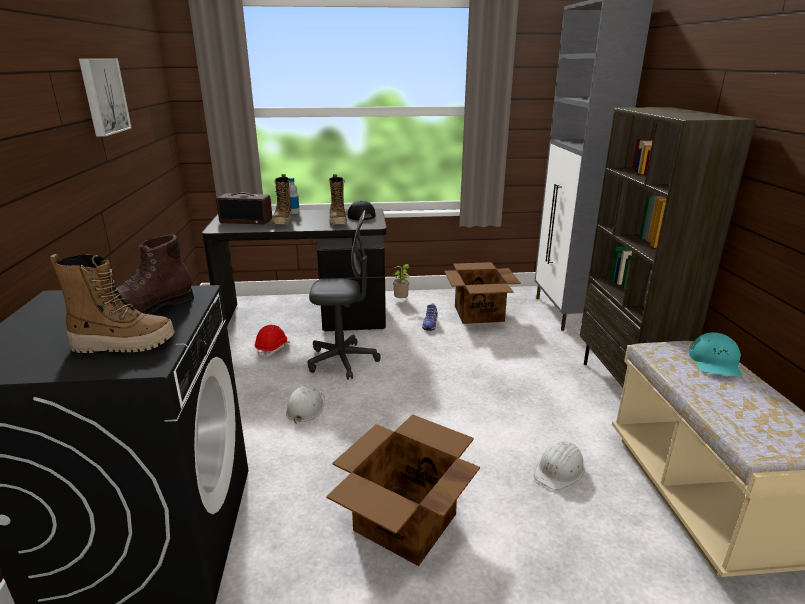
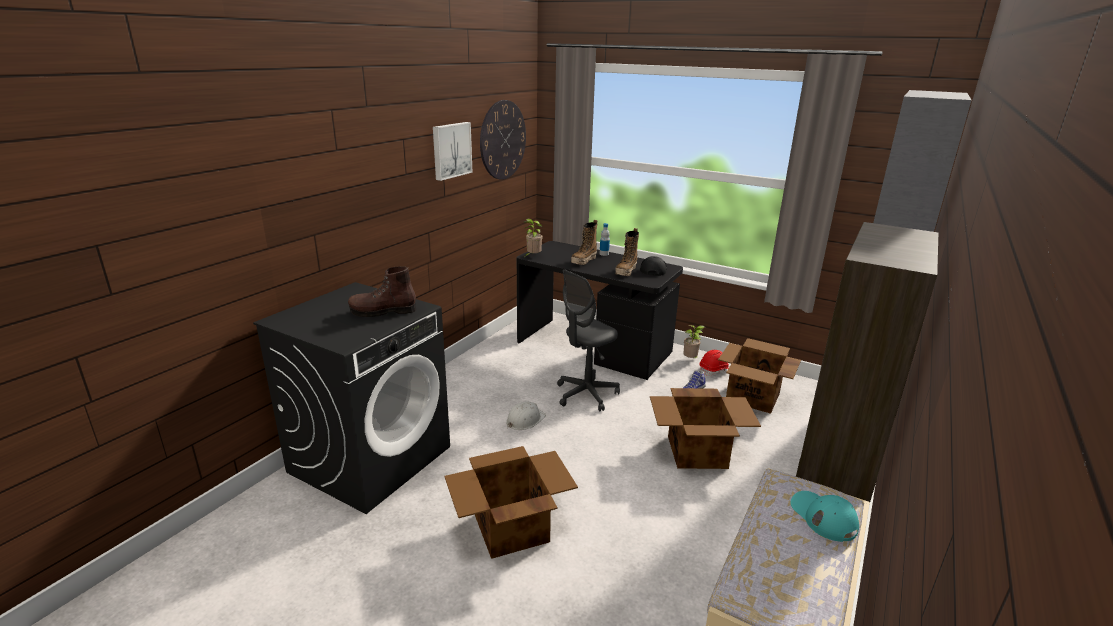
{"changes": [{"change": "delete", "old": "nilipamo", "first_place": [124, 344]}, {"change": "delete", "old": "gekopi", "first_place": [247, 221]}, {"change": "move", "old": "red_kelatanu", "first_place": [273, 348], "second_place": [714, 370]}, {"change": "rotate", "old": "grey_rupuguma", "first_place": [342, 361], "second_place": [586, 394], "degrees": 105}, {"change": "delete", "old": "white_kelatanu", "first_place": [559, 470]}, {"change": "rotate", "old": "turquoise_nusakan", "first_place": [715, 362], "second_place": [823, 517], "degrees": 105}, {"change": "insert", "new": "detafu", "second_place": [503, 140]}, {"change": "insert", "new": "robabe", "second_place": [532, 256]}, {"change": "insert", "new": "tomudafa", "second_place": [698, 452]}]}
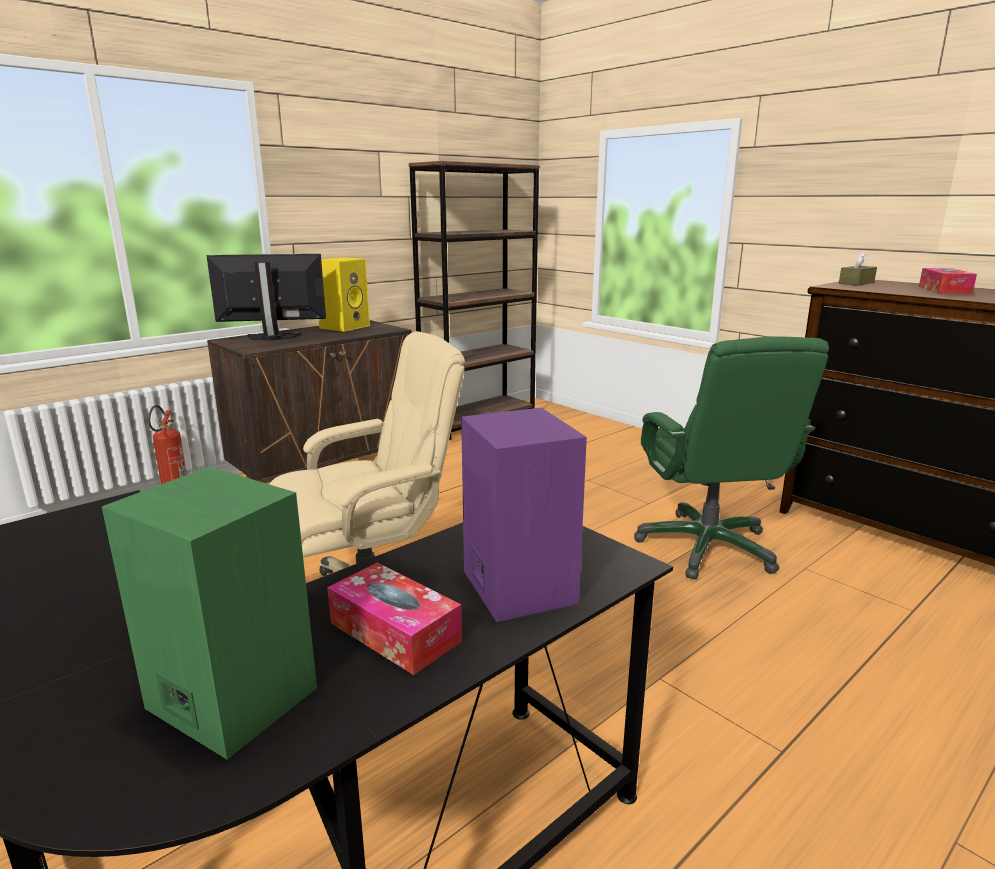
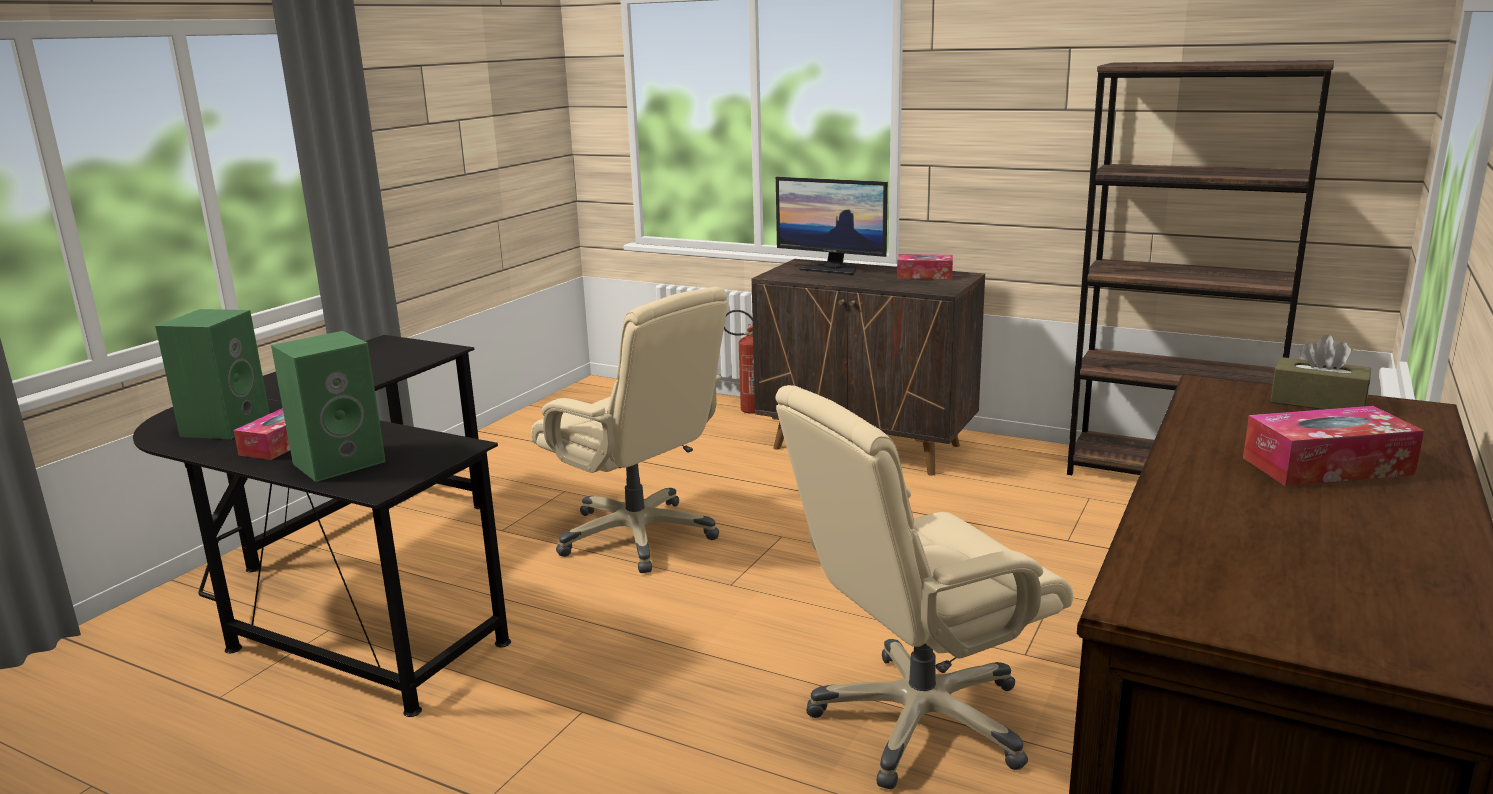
{"changes": [{"change": "rotate", "old": "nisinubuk", "first_place": [272, 337], "second_place": [832, 269], "degrees": 150}, {"change": "replace", "old": "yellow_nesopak", "new": "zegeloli", "first_place": [344, 326], "second_place": [924, 275]}, {"change": "recolor", "old": "purple_nesopak", "new": "green_nesopak", "first_place": [515, 585], "second_place": [340, 461]}, {"change": "recolor", "old": "green_rupuguma", "new": "beige_rupuguma", "first_place": [707, 547], "second_place": [919, 721]}]}
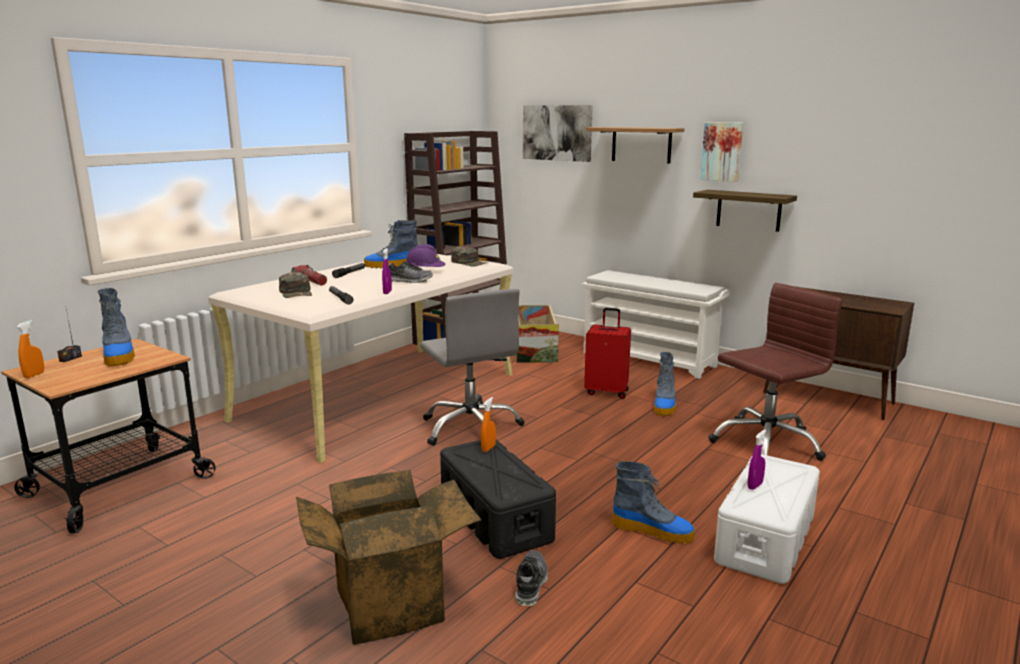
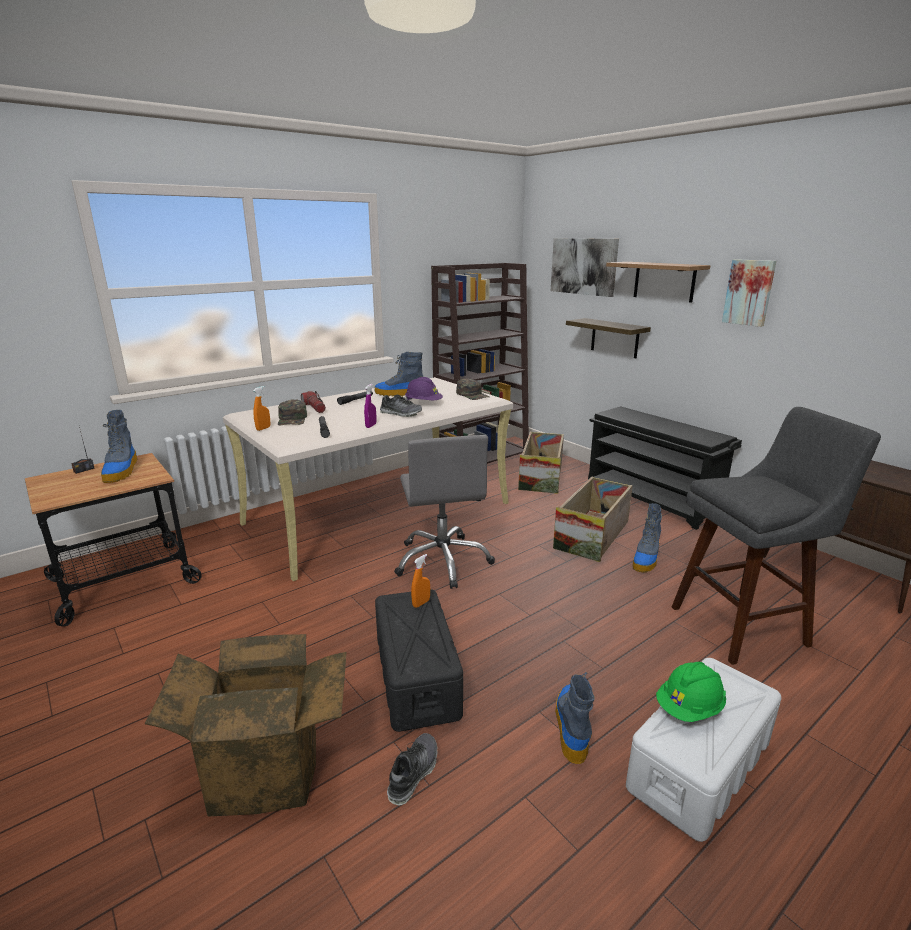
{"changes": [{"change": "move", "old": "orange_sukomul", "first_place": [34, 375], "second_place": [263, 428]}, {"change": "recolor", "old": "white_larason", "new": "black_larason", "first_place": [650, 359], "second_place": [652, 500]}, {"change": "replace", "old": "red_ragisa", "new": "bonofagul", "first_place": [607, 392], "second_place": [592, 534]}, {"change": "rotate", "old": "nilipamo", "first_place": [653, 530], "second_place": [572, 725], "degrees": -120}, {"change": "move", "old": "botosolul", "first_place": [748, 210], "second_place": [614, 338]}, {"change": "replace", "old": "brown_rupuguma", "new": "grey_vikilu", "first_place": [766, 443], "second_place": [744, 624]}, {"change": "replace", "old": "purple_sukomul", "new": "green_kelatanu", "first_place": [755, 486], "second_place": [689, 708]}]}
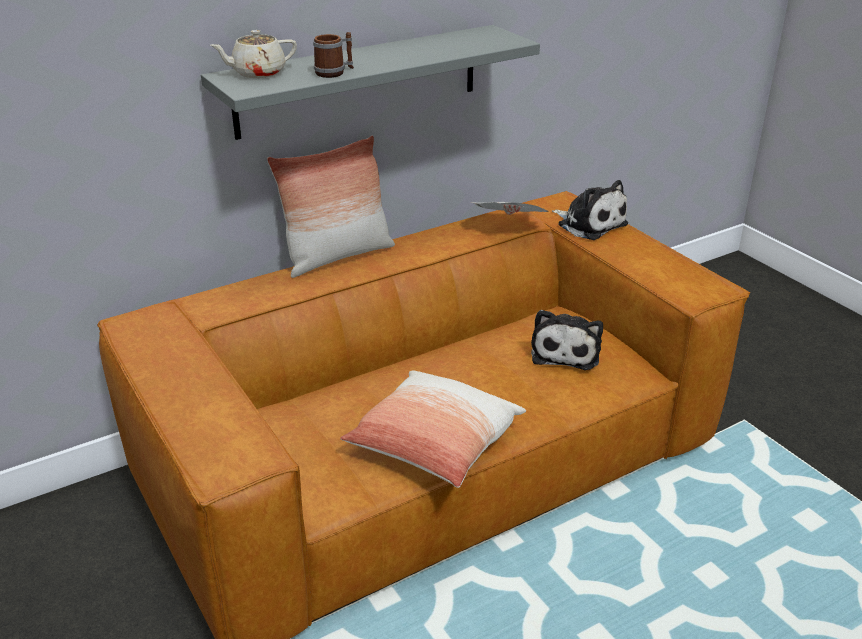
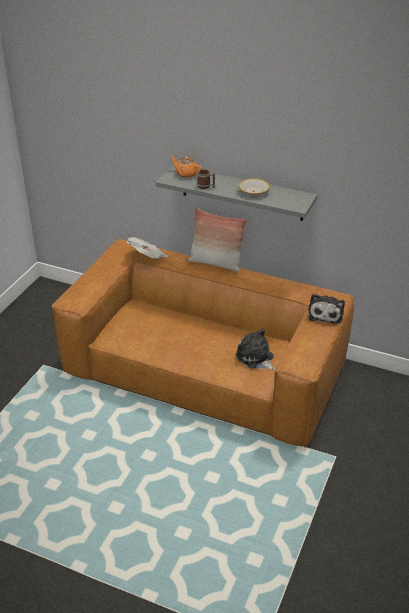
{"changes": [{"change": "recolor", "old": "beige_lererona", "new": "orange_lererona", "first_place": [258, 73], "second_place": [186, 173]}, {"change": "delete", "old": "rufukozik", "first_place": [434, 445]}, {"change": "move", "old": "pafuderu", "first_place": [509, 226], "second_place": [148, 257]}, {"change": "rotate", "old": "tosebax", "first_place": [565, 352], "second_place": [256, 358], "degrees": 75}, {"change": "insert", "new": "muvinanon", "second_place": [253, 191]}]}
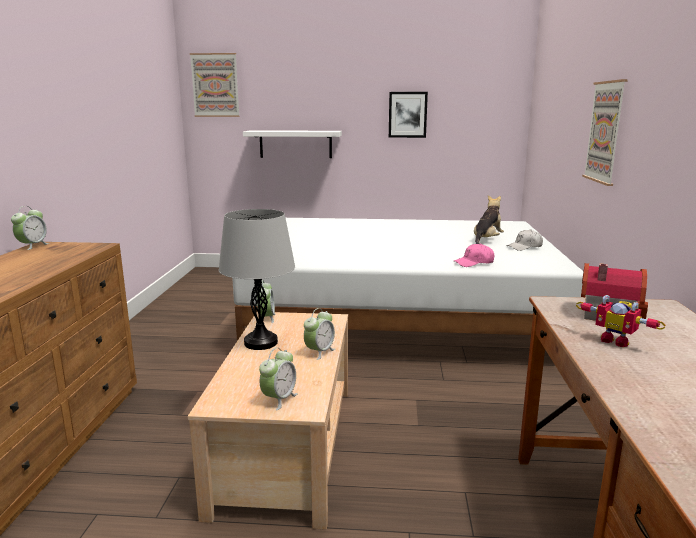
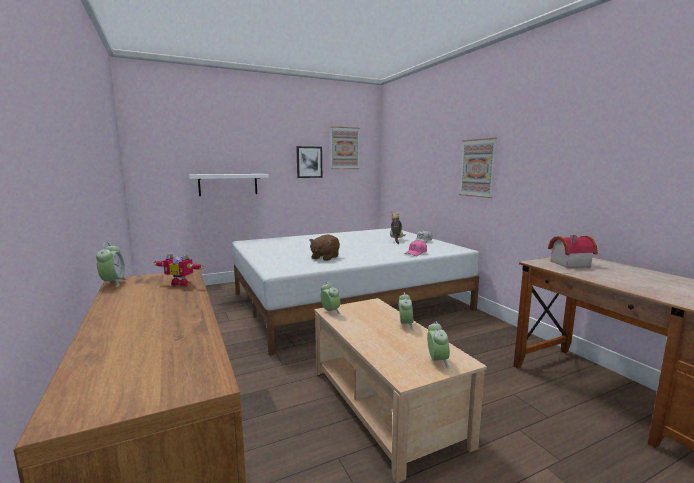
{"changes": [{"change": "move", "old": "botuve", "first_place": [215, 85], "second_place": [344, 148]}, {"change": "delete", "old": "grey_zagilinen", "first_place": [260, 343]}, {"change": "move", "old": "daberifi", "first_place": [616, 341], "second_place": [182, 283]}, {"change": "insert", "new": "brown_tosebax", "second_place": [324, 257]}]}
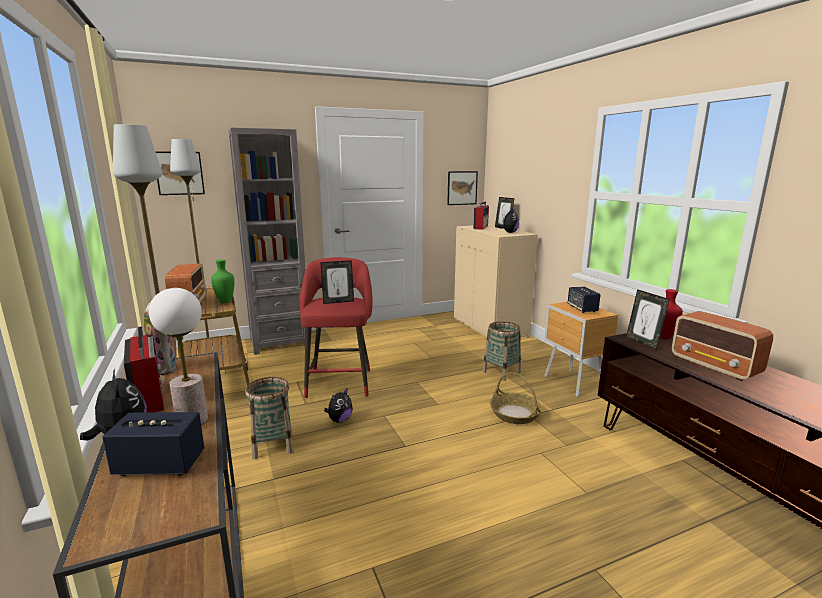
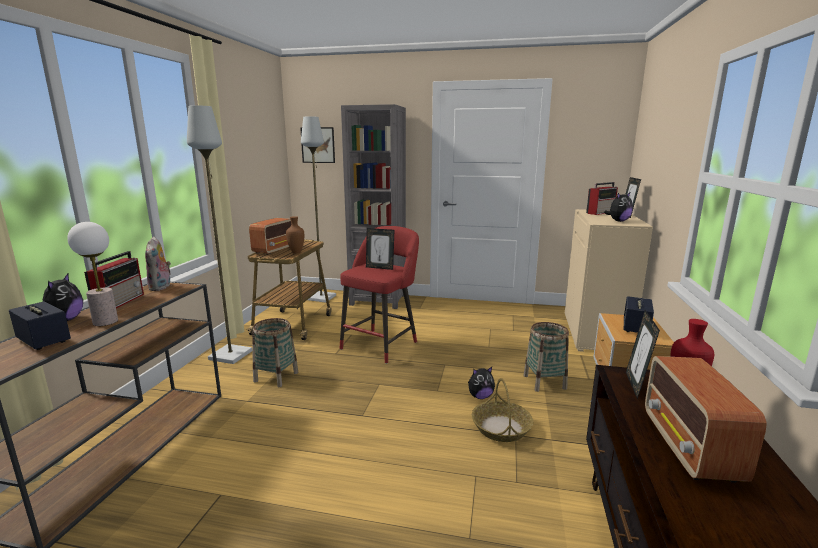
{"changes": [{"change": "recolor", "old": "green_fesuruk", "new": "brown_fesuruk", "first_place": [225, 302], "second_place": [296, 252]}, {"change": "move", "old": "tosebax", "first_place": [339, 420], "second_place": [480, 396]}, {"change": "delete", "old": "botuve", "first_place": [462, 188]}]}
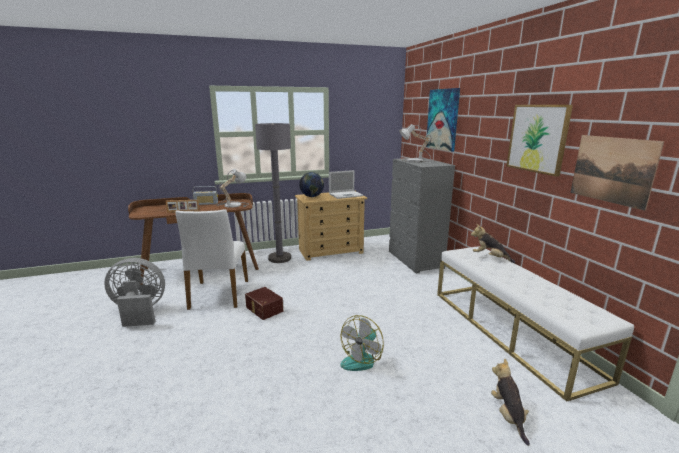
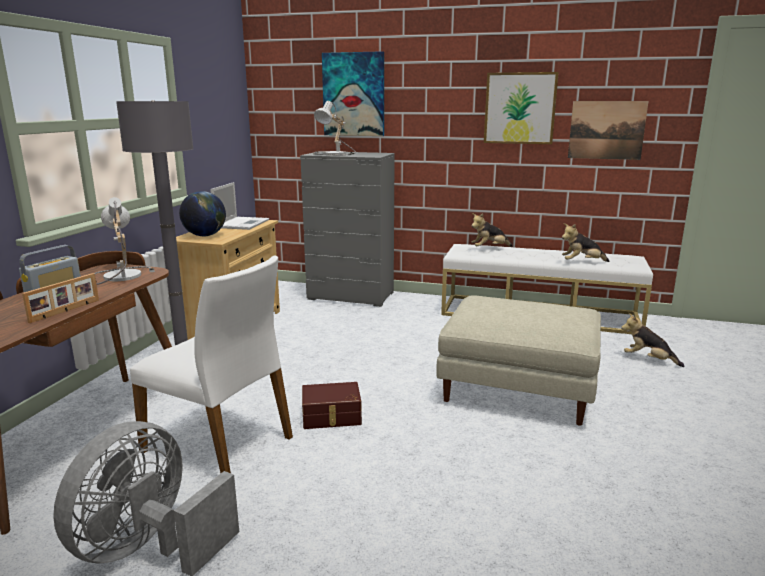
{"changes": [{"change": "replace", "old": "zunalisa", "new": "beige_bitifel", "first_place": [362, 359], "second_place": [519, 389]}, {"change": "insert", "new": "tosebax", "second_place": [582, 262]}]}
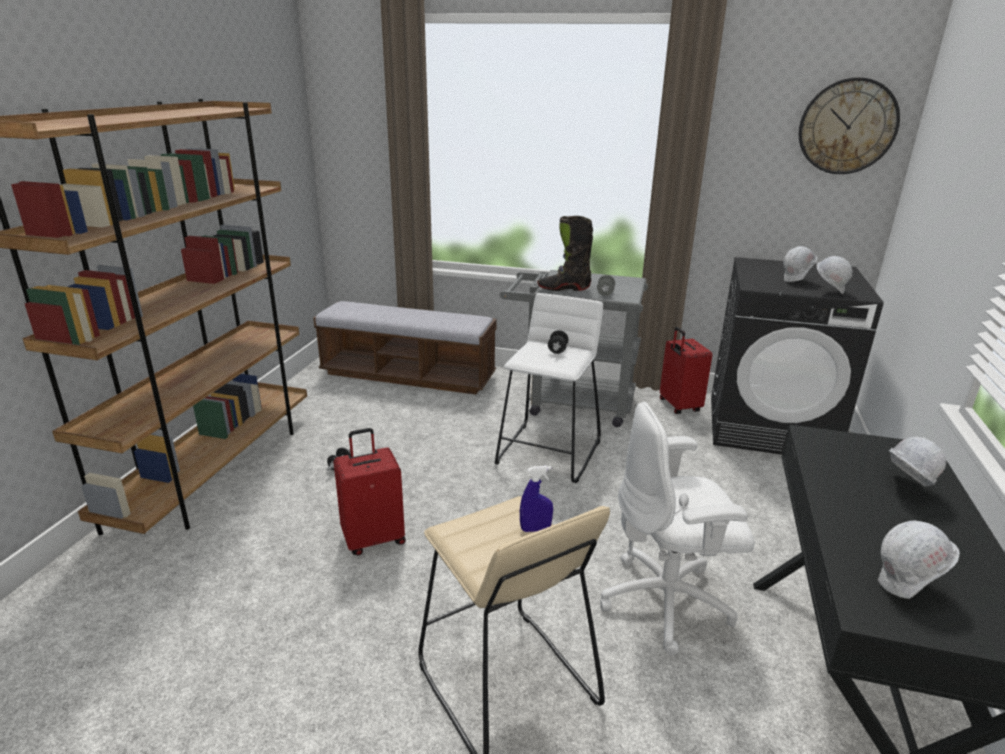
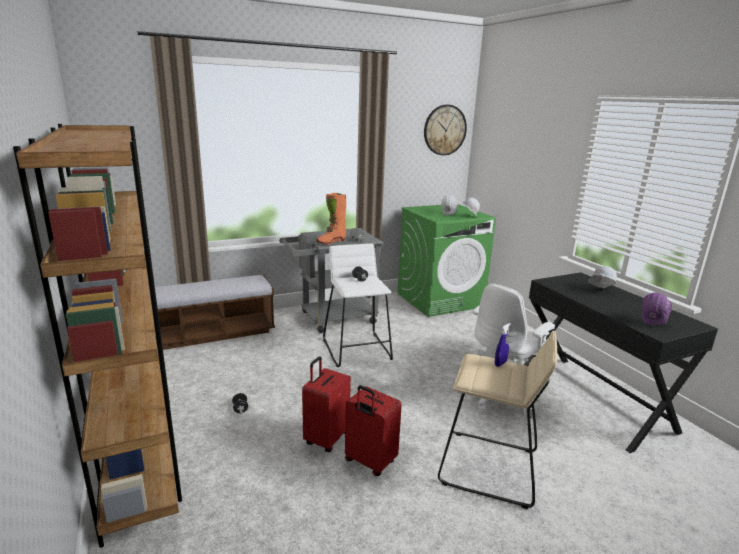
{"changes": [{"change": "recolor", "old": "black_nilipamo", "new": "orange_nilipamo", "first_place": [563, 288], "second_place": [331, 241]}, {"change": "move", "old": "red_ragisa", "first_place": [678, 406], "second_place": [369, 462]}, {"change": "recolor", "old": "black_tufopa", "new": "green_tufopa", "first_place": [770, 427], "second_place": [440, 300]}, {"change": "recolor", "old": "white_kelatanu", "new": "purple_kelatanu", "first_place": [907, 587], "second_place": [653, 322]}]}
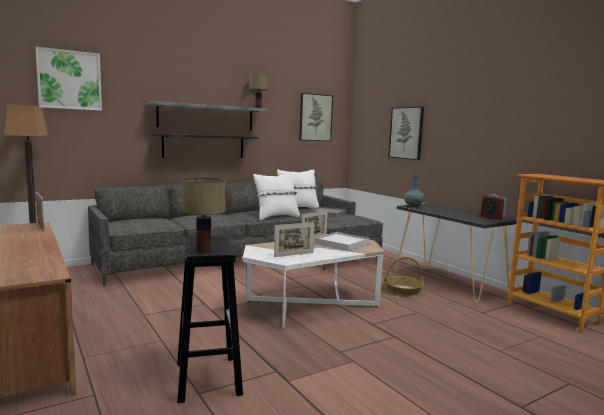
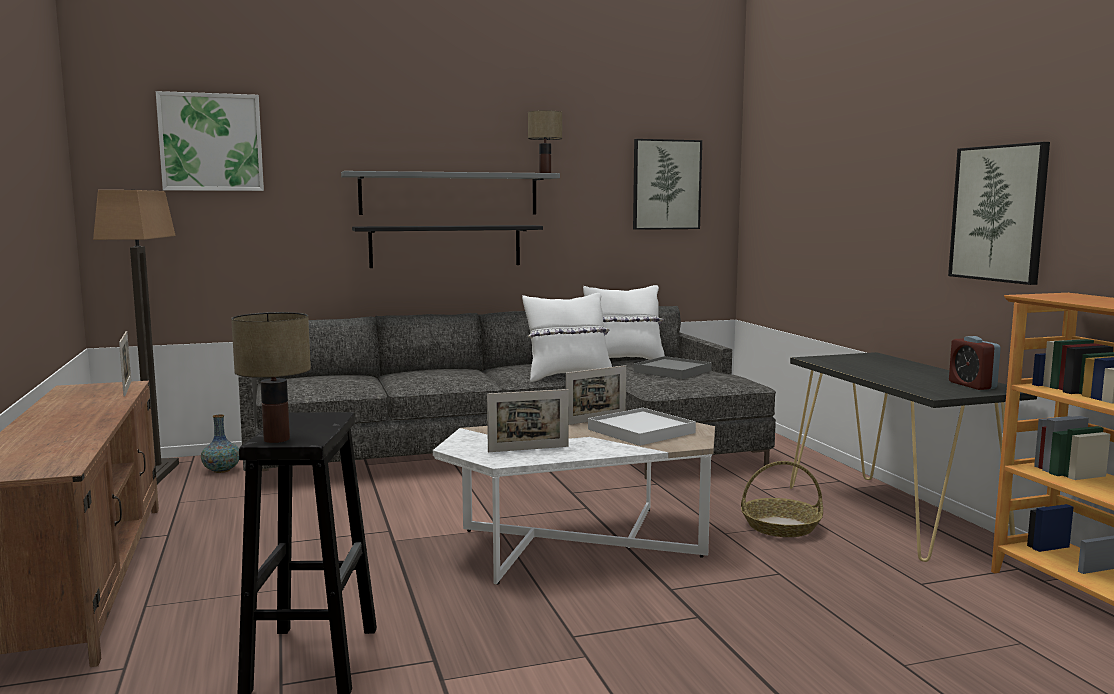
{"changes": [{"change": "move", "old": "botuve", "first_place": [406, 133], "second_place": [999, 213]}, {"change": "move", "old": "fesuruk", "first_place": [413, 206], "second_place": [221, 470]}]}
